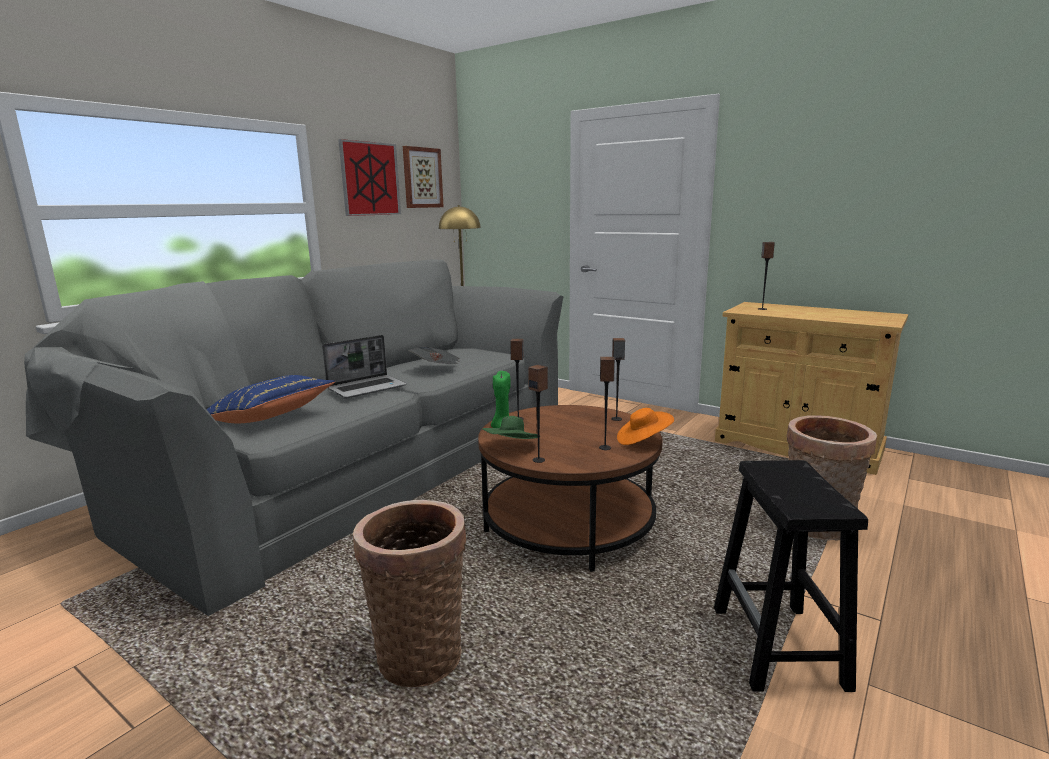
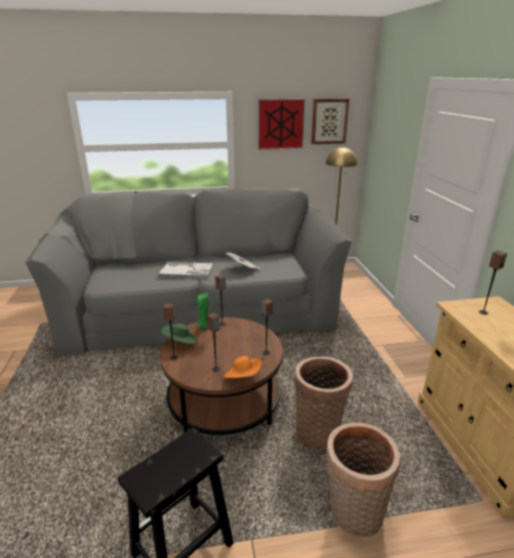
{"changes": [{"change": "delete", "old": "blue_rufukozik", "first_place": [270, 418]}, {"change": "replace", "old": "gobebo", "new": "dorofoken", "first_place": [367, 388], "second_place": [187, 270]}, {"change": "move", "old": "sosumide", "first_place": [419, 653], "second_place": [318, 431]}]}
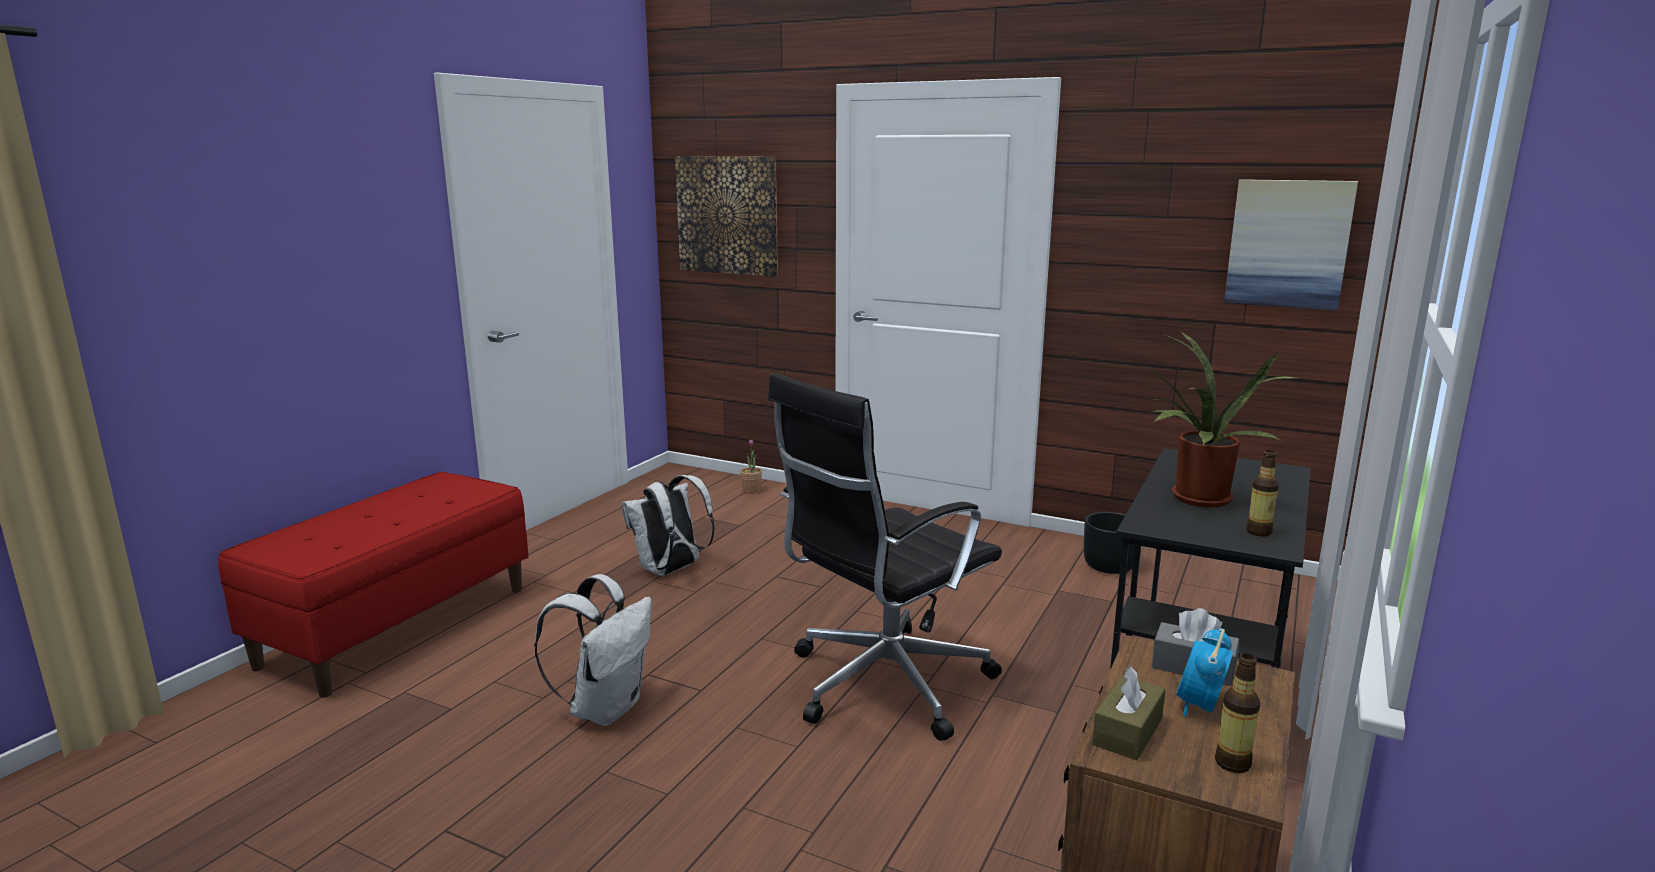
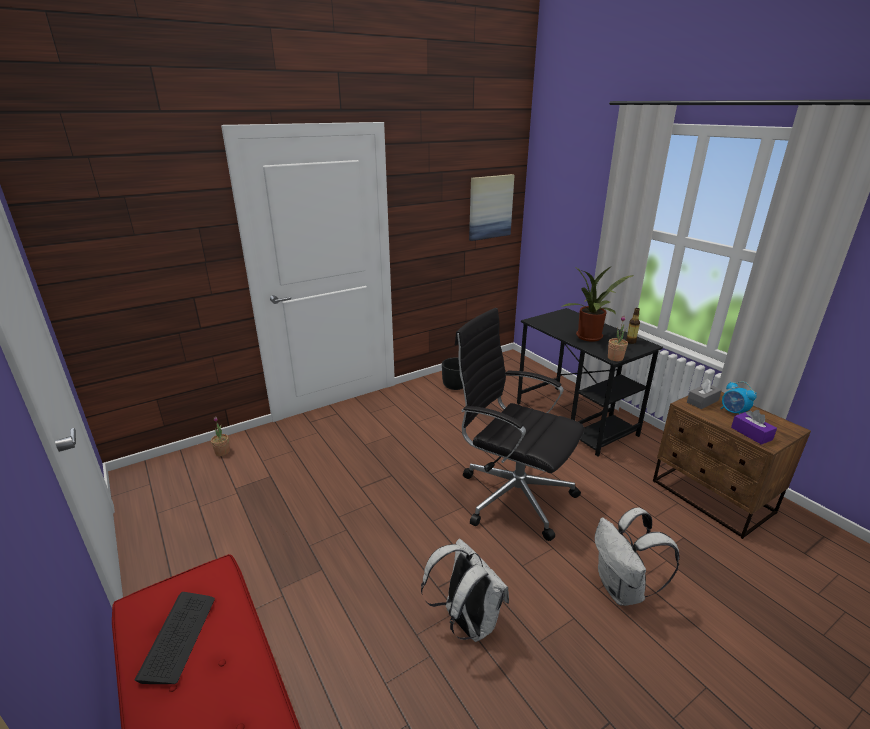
{"changes": [{"change": "move", "old": "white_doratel", "first_place": [670, 570], "second_place": [622, 589]}, {"change": "delete", "old": "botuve", "first_place": [728, 215]}, {"change": "rotate", "old": "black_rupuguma", "first_place": [883, 684], "second_place": [513, 495], "degrees": 135}, {"change": "recolor", "old": "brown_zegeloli", "new": "purple_zegeloli", "first_place": [1127, 732], "second_place": [751, 433]}, {"change": "delete", "old": "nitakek", "first_place": [1232, 763]}, {"change": "insert", "new": "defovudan", "second_place": [178, 637]}, {"change": "insert", "new": "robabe", "second_place": [615, 358]}]}
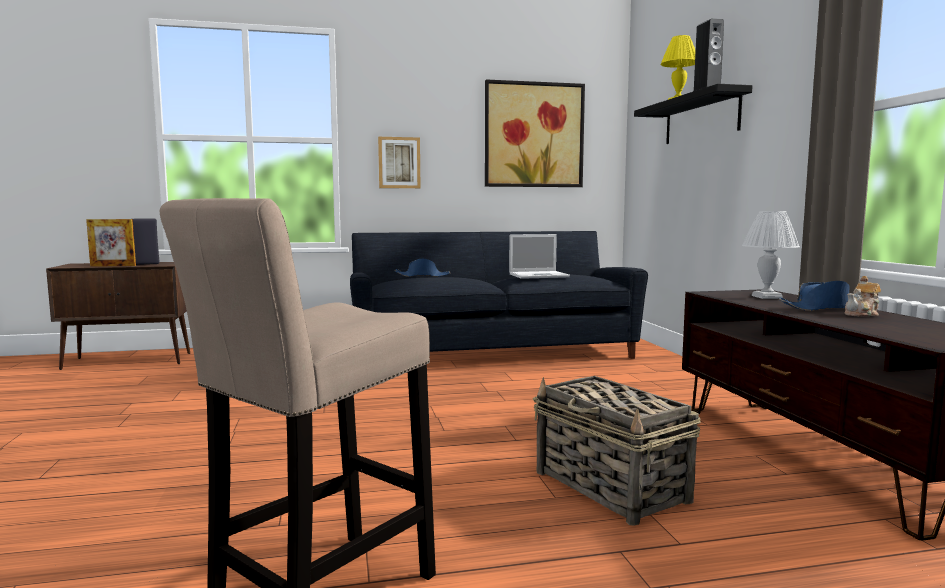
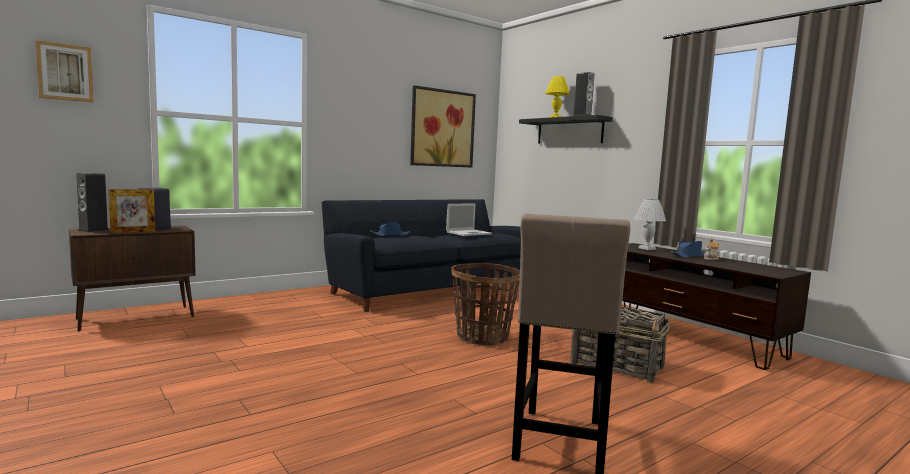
{"changes": [{"change": "move", "old": "botuve", "first_place": [399, 163], "second_place": [65, 72]}, {"change": "insert", "new": "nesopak", "second_place": [93, 230]}, {"change": "insert", "new": "sosumide", "second_place": [483, 337]}]}
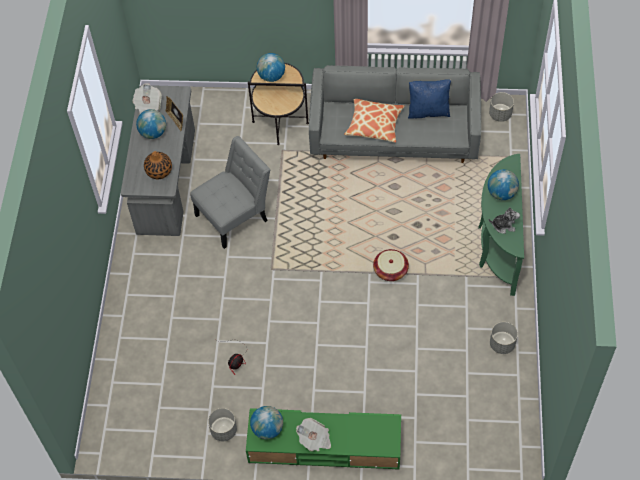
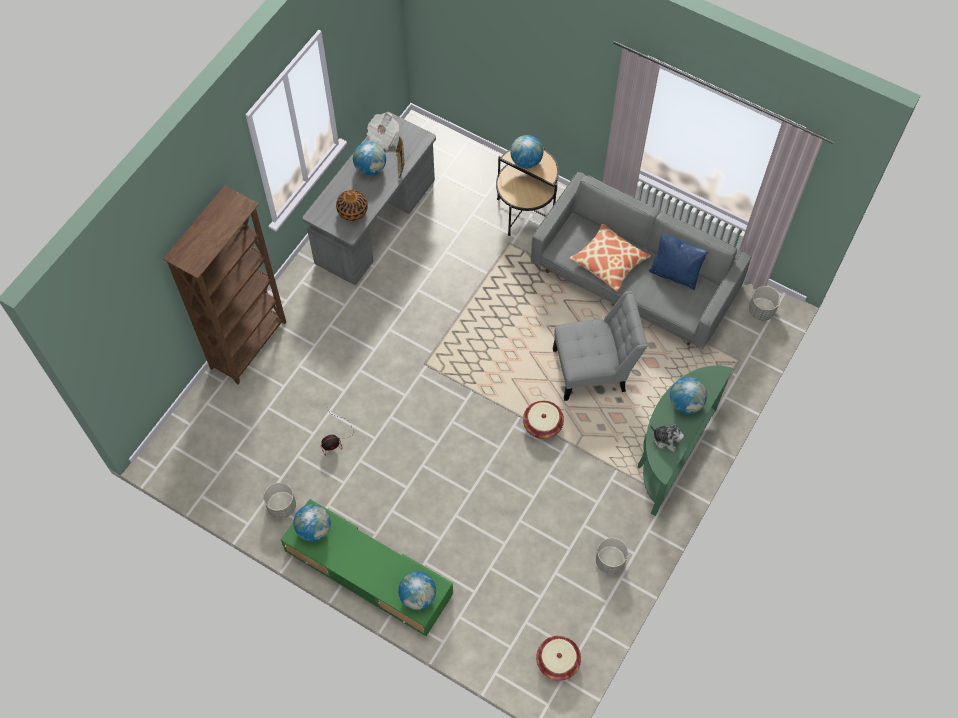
{"changes": [{"change": "move", "old": "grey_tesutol", "first_place": [235, 215], "second_place": [594, 369]}, {"change": "delete", "old": "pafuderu", "first_place": [315, 439]}, {"change": "insert", "new": "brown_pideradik", "second_place": [249, 345]}, {"change": "insert", "new": "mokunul", "second_place": [418, 596]}, {"change": "insert", "new": "sosumide", "second_place": [557, 661]}]}
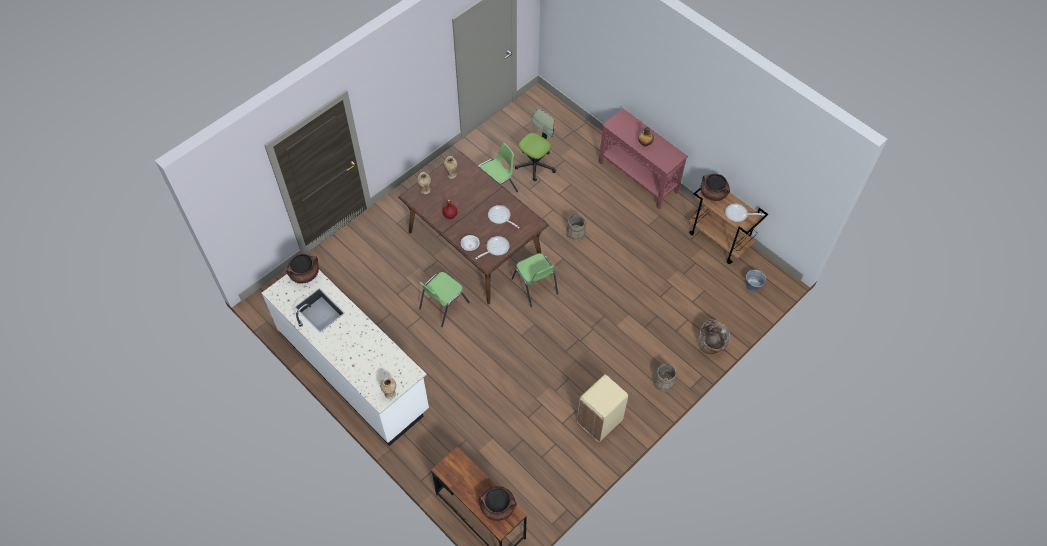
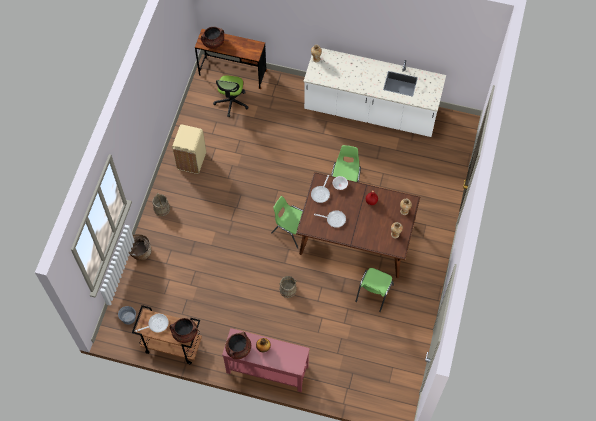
{"changes": [{"change": "move", "old": "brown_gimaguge", "first_place": [305, 274], "second_place": [238, 349]}, {"change": "move", "old": "rupuguma", "first_place": [535, 165], "second_place": [231, 102]}]}
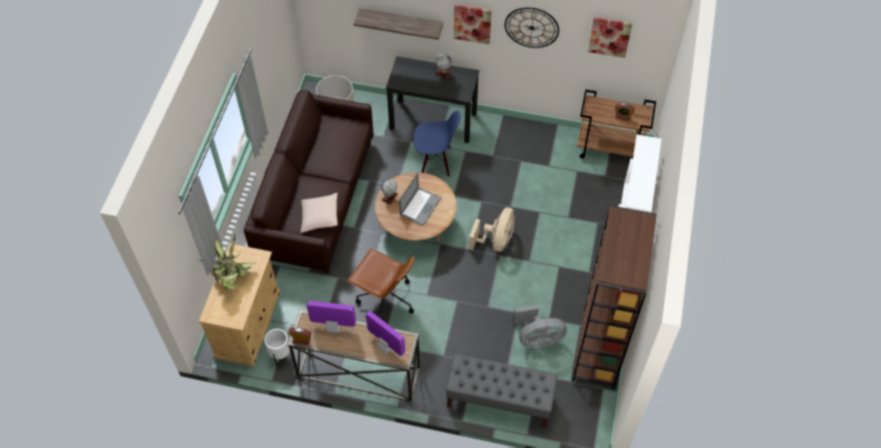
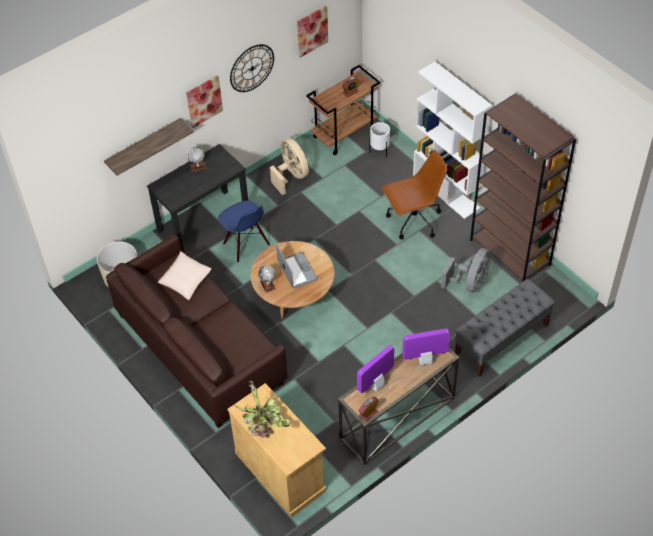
{"changes": [{"change": "move", "old": "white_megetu", "first_place": [281, 355], "second_place": [379, 151]}, {"change": "move", "old": "beige_rufukozik", "first_place": [320, 217], "second_place": [185, 280]}, {"change": "move", "old": "brown_rupuguma", "first_place": [385, 299], "second_place": [413, 221]}, {"change": "rotate", "old": "blue_tesutol", "first_place": [436, 161], "second_place": [246, 244], "degrees": 105}, {"change": "move", "old": "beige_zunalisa", "first_place": [496, 241], "second_place": [291, 176]}]}
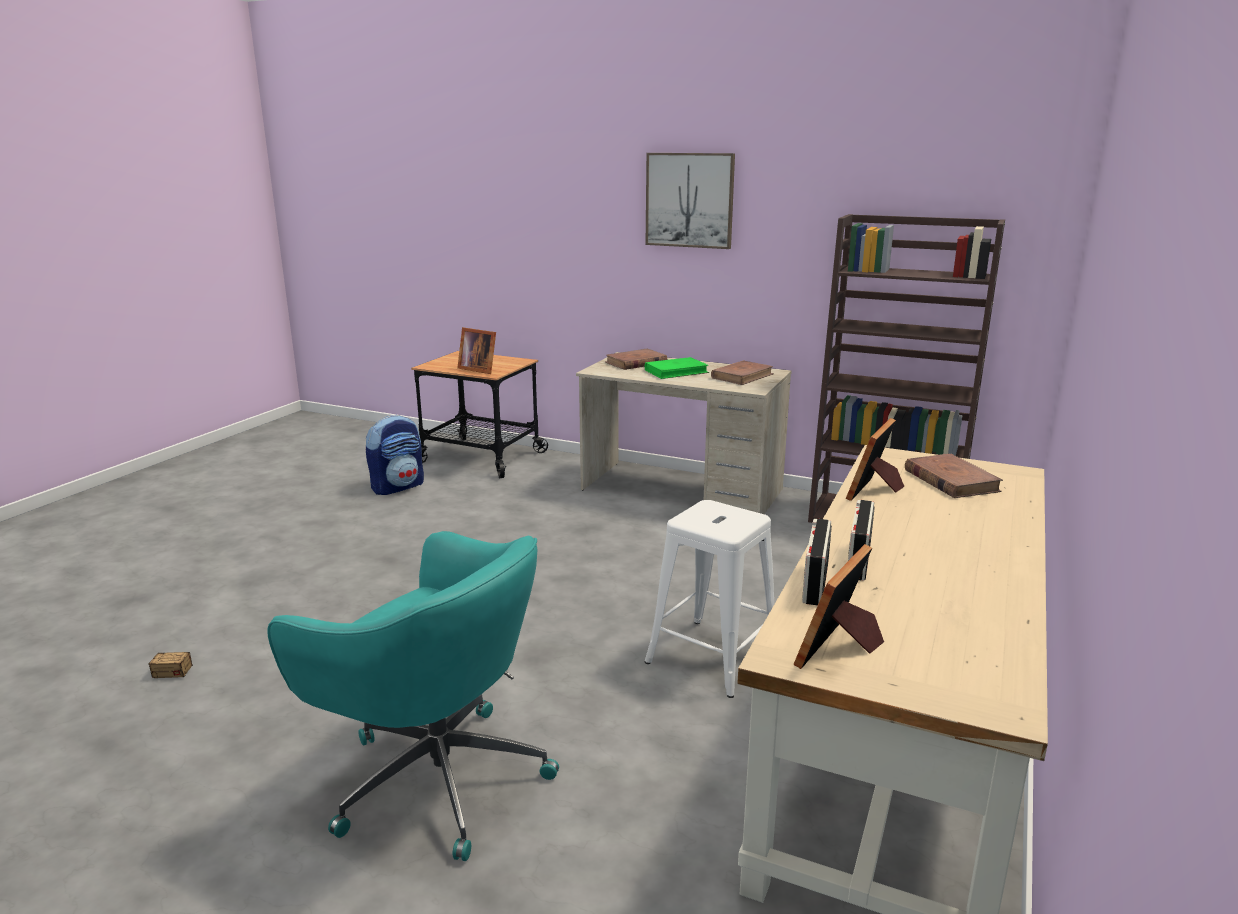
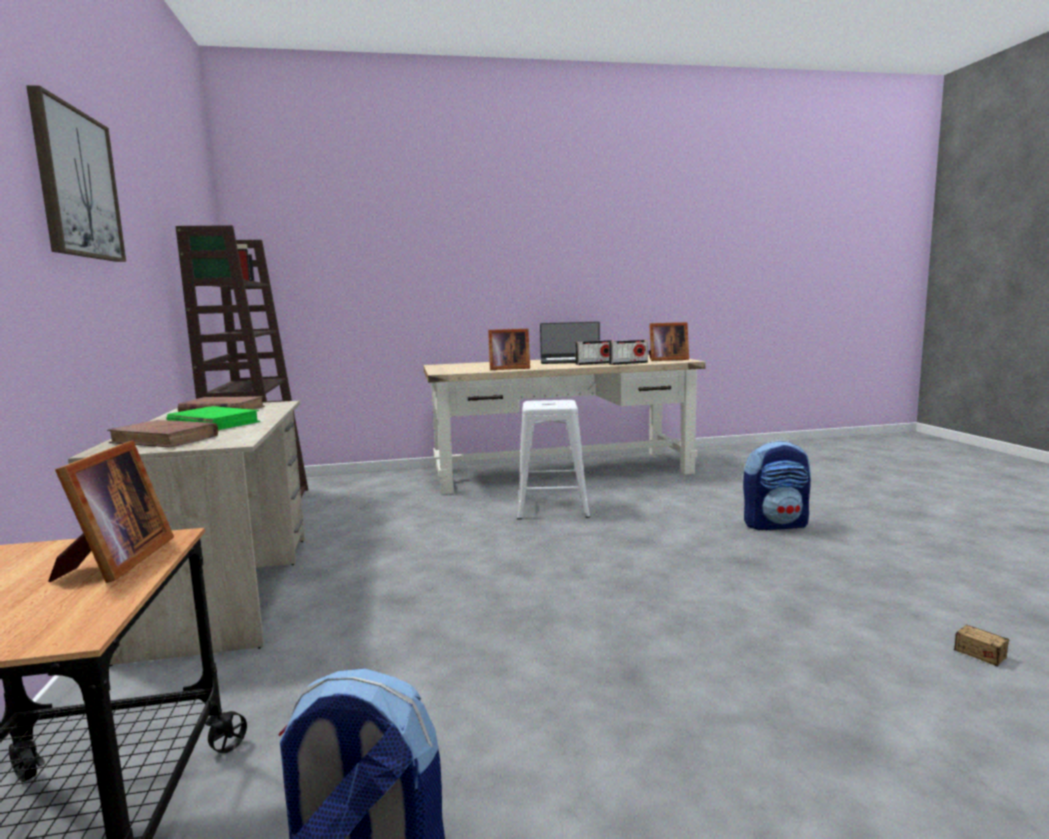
{"changes": [{"change": "replace", "old": "turquoise_rupuguma", "new": "doratel", "first_place": [435, 776], "second_place": [775, 524]}, {"change": "delete", "old": "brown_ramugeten", "first_place": [950, 480]}, {"change": "insert", "new": "gobebo", "second_place": [571, 361]}]}
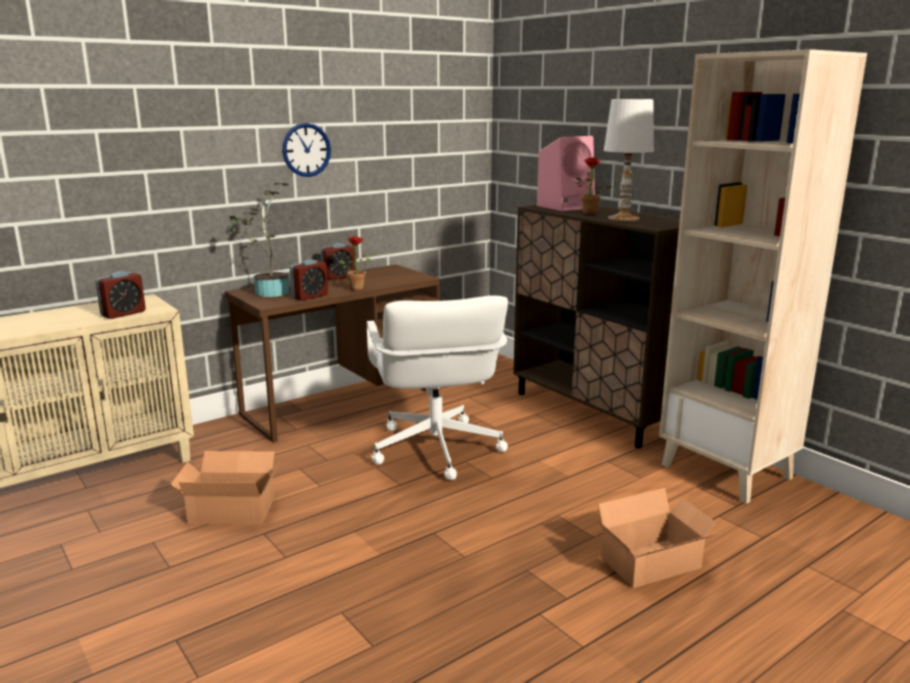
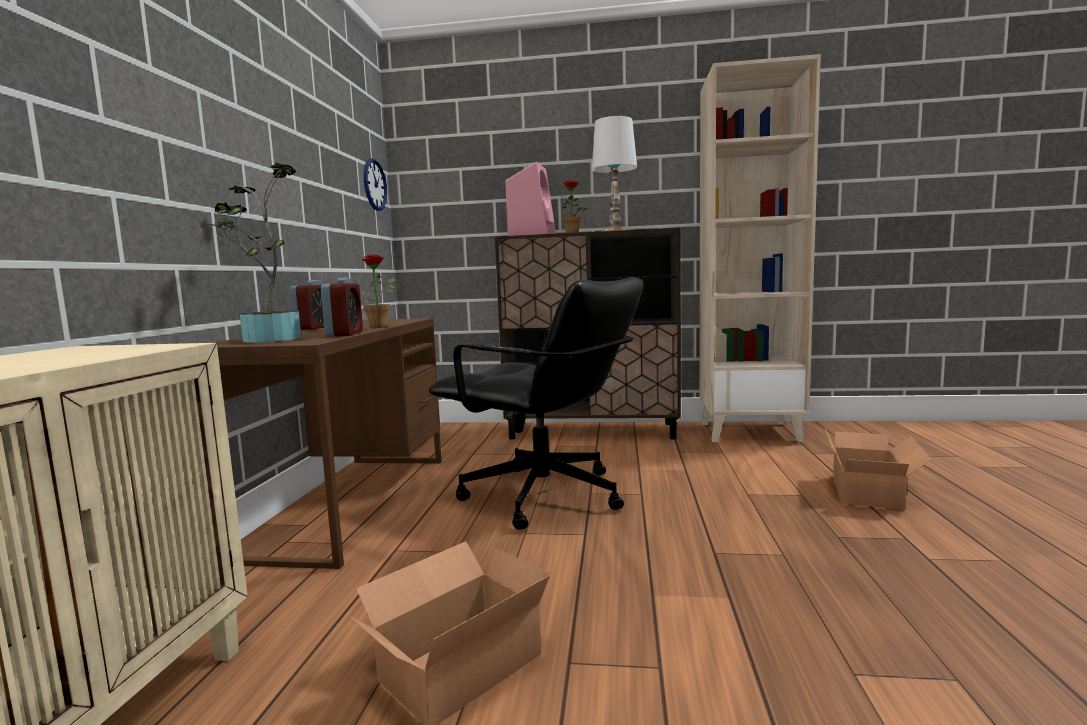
{"changes": [{"change": "delete", "old": "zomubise", "first_place": [123, 314]}, {"change": "move", "old": "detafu", "first_place": [306, 150], "second_place": [374, 184]}, {"change": "recolor", "old": "white_rupuguma", "new": "black_rupuguma", "first_place": [435, 450], "second_place": [544, 496]}]}
